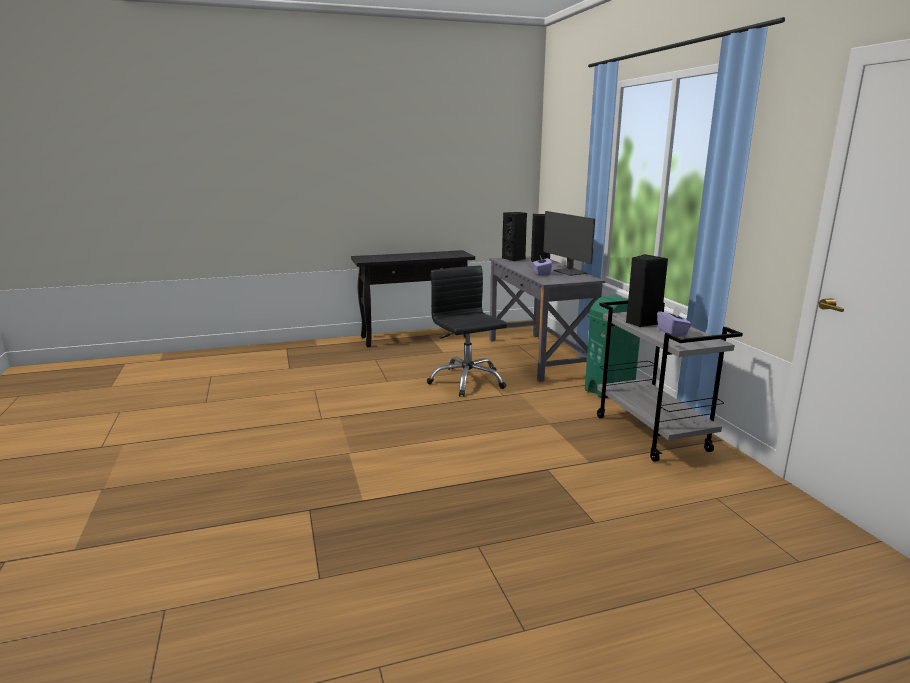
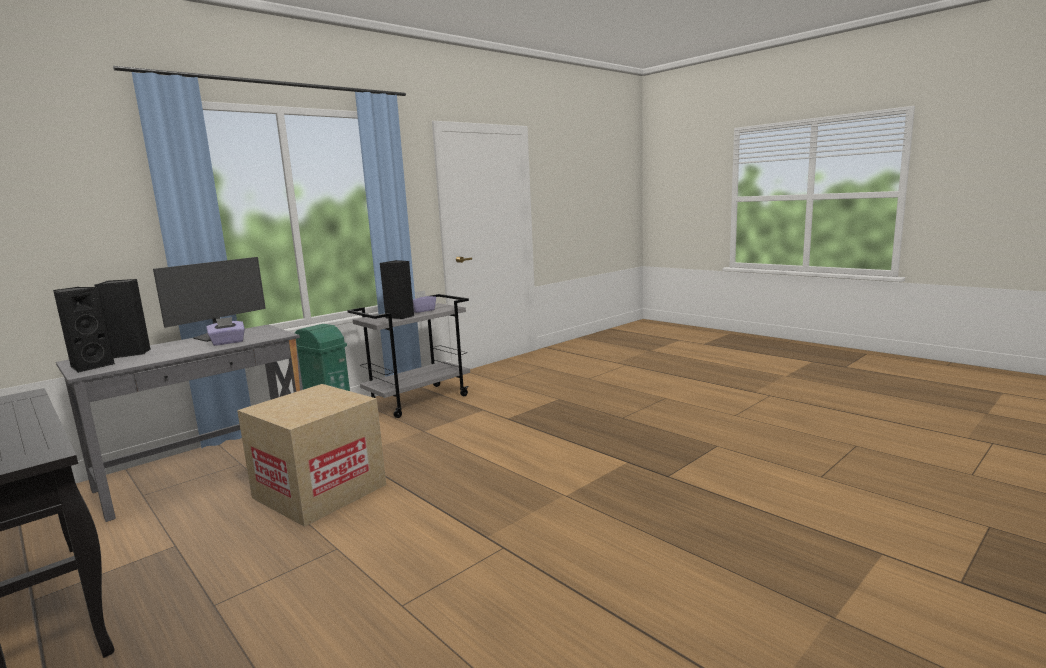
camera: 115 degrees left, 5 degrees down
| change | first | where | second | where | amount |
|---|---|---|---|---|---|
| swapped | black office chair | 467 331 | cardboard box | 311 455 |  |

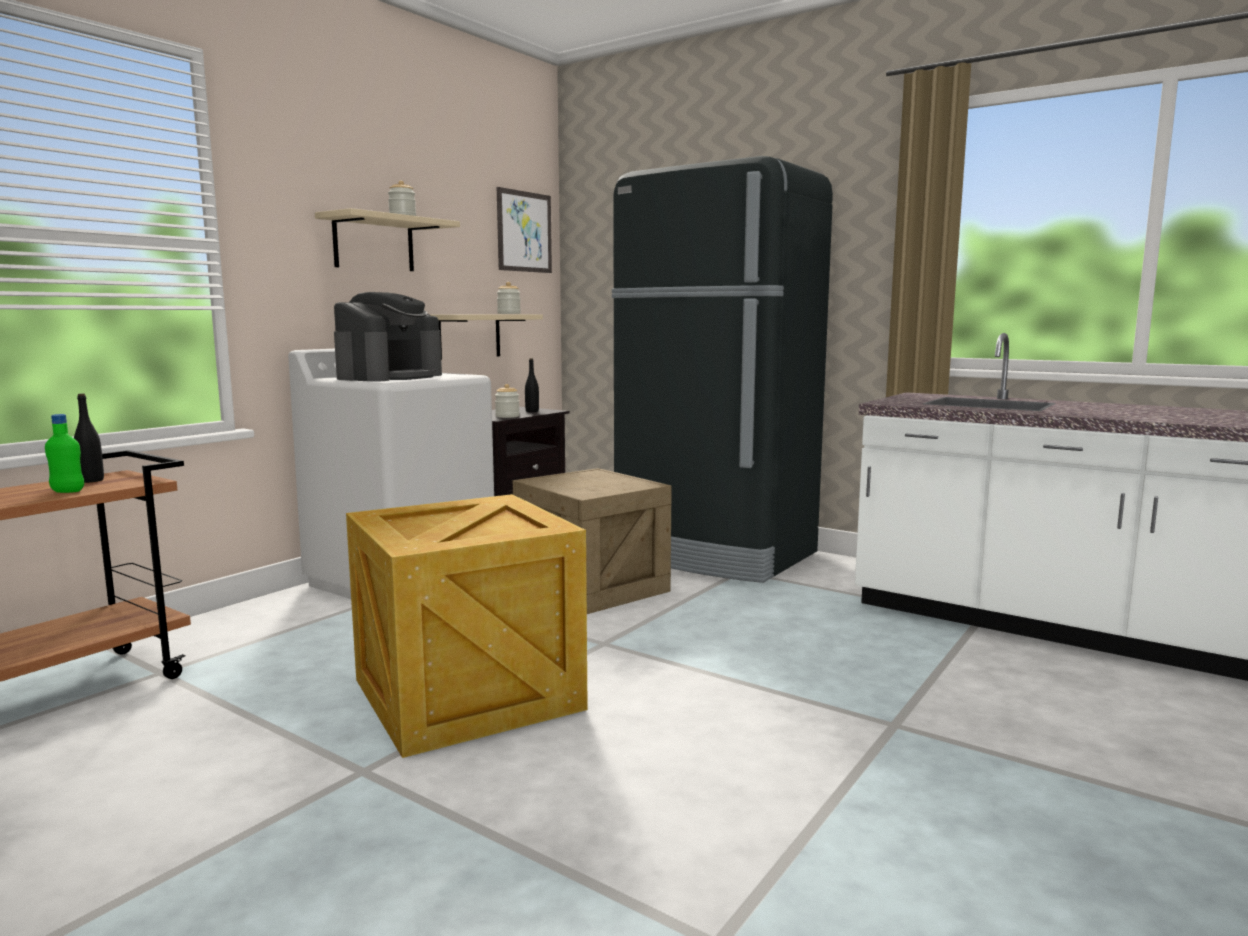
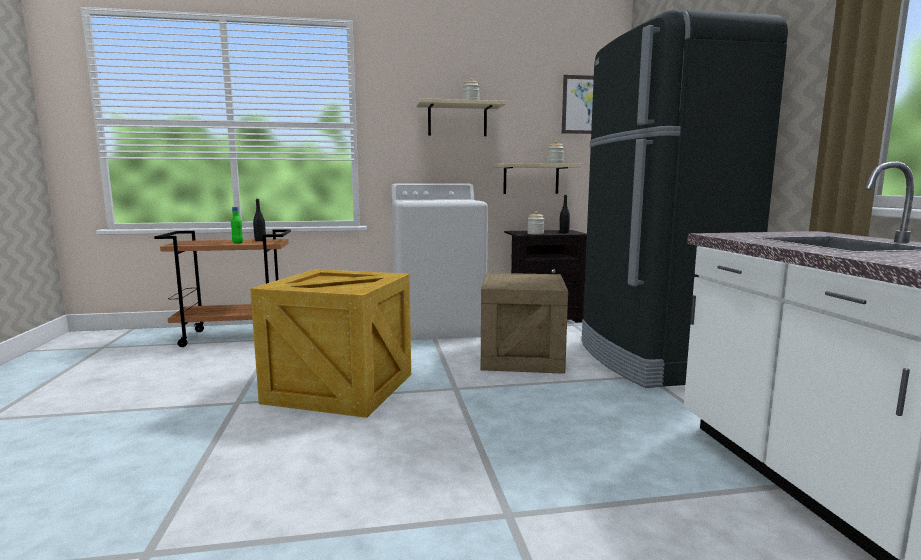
camera: 45 degrees right, 0 degrees up
| change | first | where | second | where | amount |
|---|---|---|---|---|---|
| gone | coffee machine | 388 337 |  |  |  |

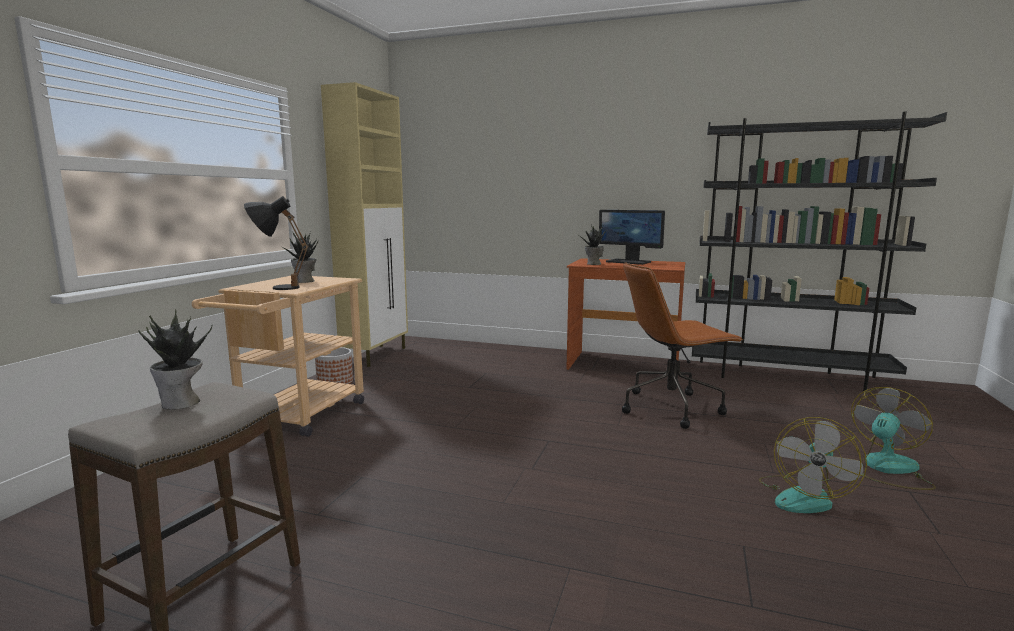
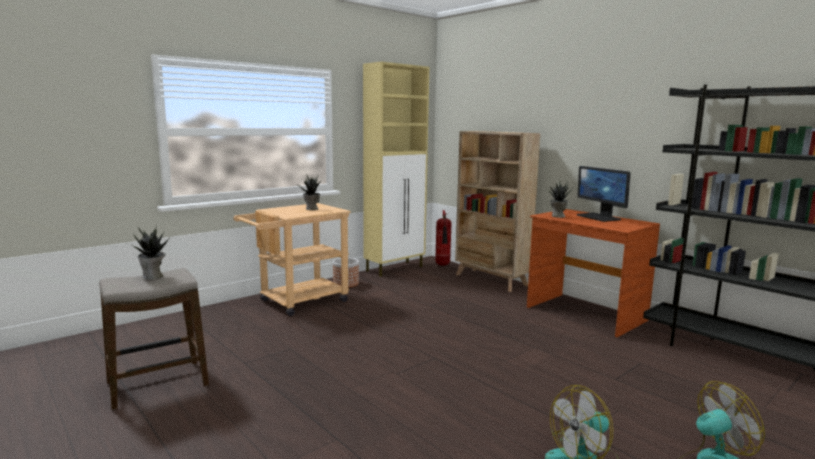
camera: 30 degrees right, 0 degrees up
| change | first | where | second | where | amount |
|---|---|---|---|---|---|
| gone | black table lamp | 276 243 |  |  |  |
| gone | brown office chair | 682 345 |  |  |  |
| new |  |  | beige bookcase | 498 211 |  |
| new |  |  | fire extinguisher | 443 237 |  |

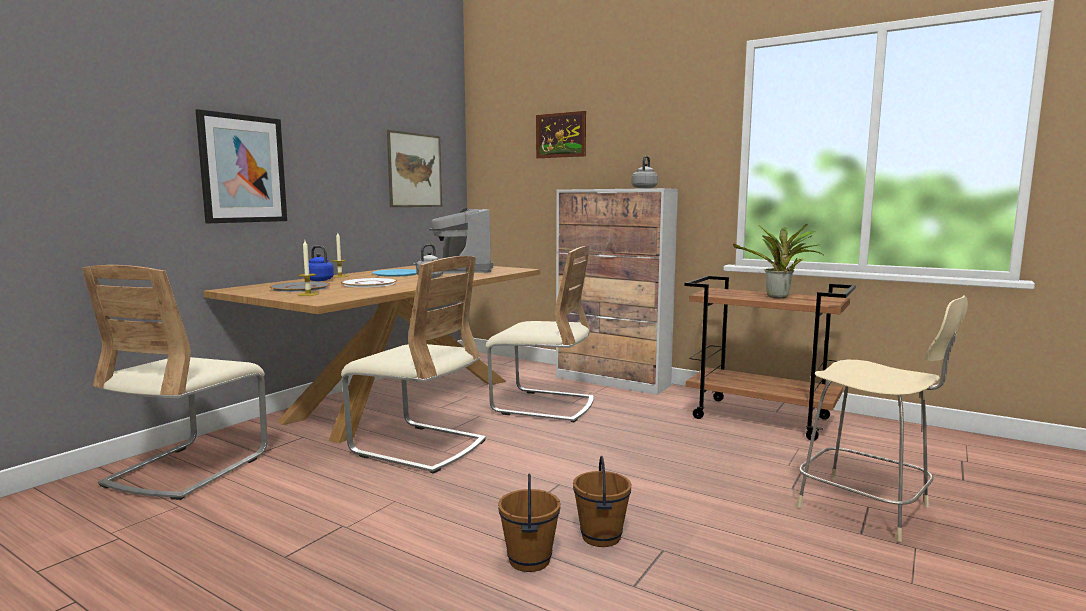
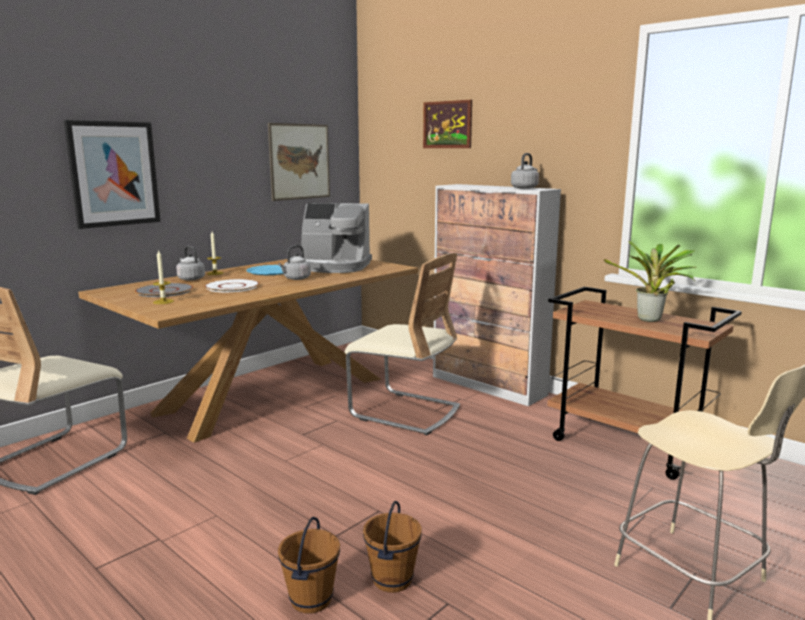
camera: 10 degrees right, 5 degrees up
| change | first | where | second | where | amount |
|---|---|---|---|---|---|
| rotated | coffee machine | 461 241 |  | 336 238 | 75 degrees counterclockwise |
| repainted | blue kettle | 319 263 | grey kettle | 190 263 |  |
| gone | beige chair | 413 365 |  |  |  |

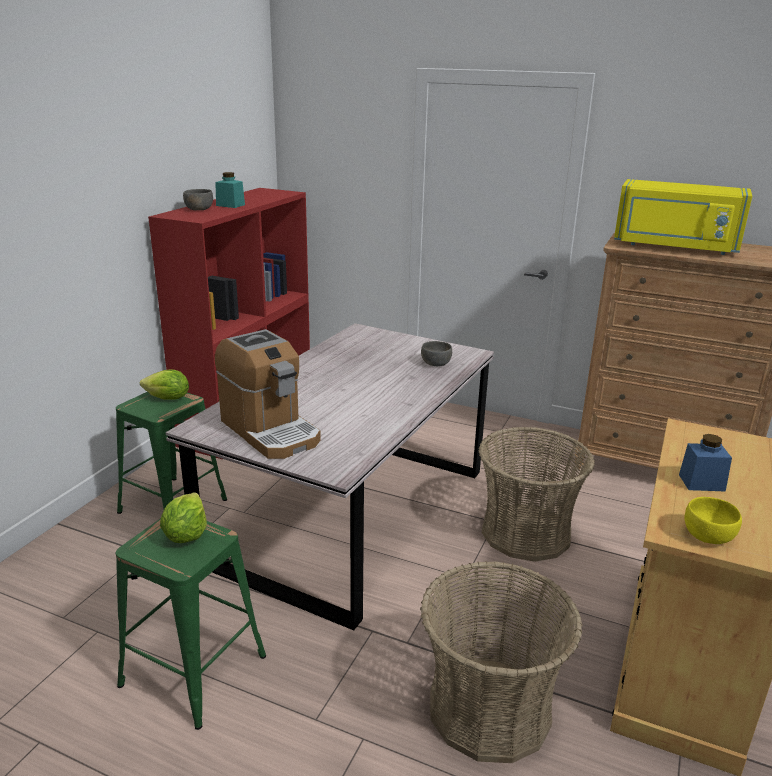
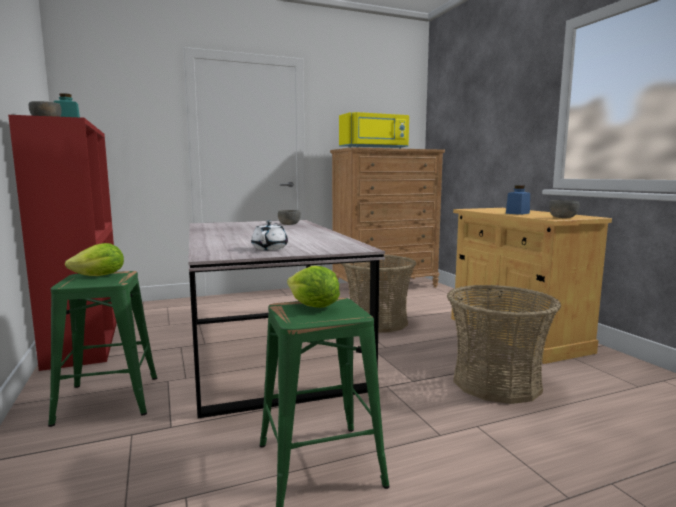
camera: 45 degrees left, 15 degrees down
| change | first | where | second | where | amount |
|---|---|---|---|---|---|
| swapped | coffee machine | 268 394 | white teapot | 269 235 |  |
| repainted | yellow bowl | 713 520 | grey bowl | 564 209 |  |

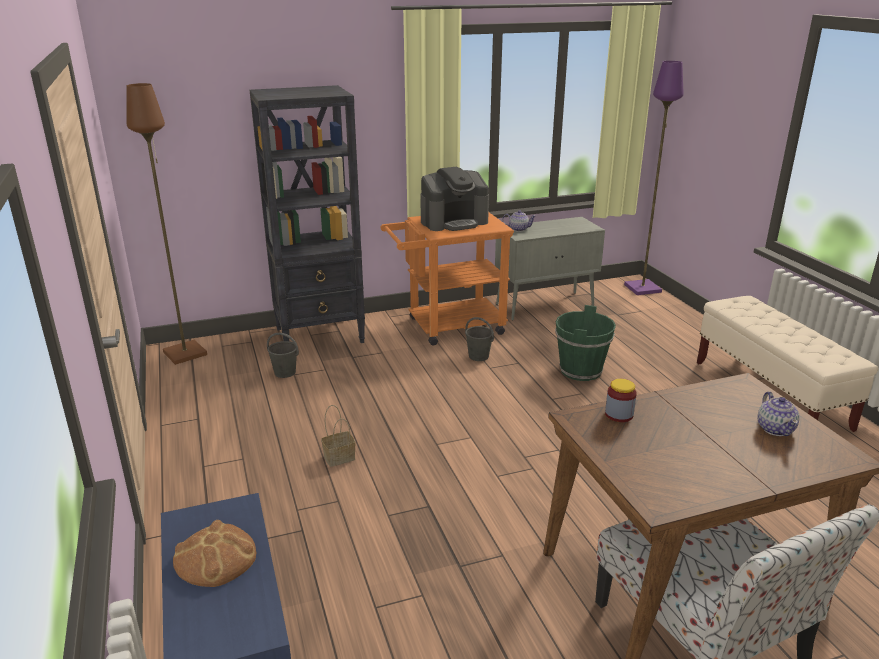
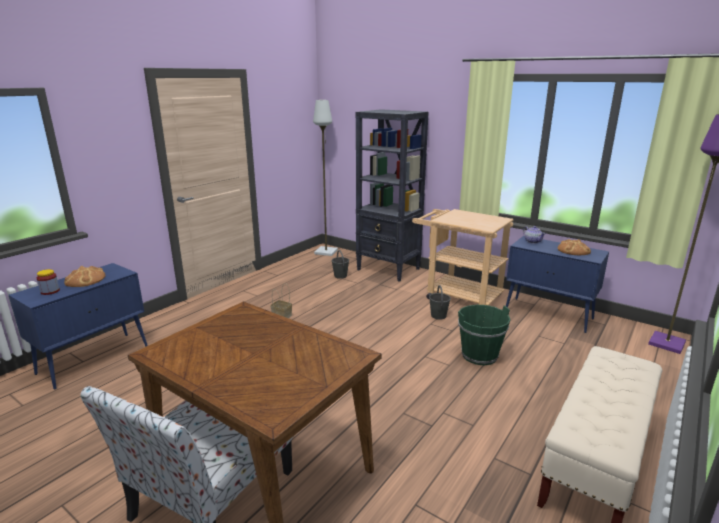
camera: 55 degrees right, 5 degrees down
| change | first | where | second | where | amount |
|---|---|---|---|---|---|
| repainted | brown floor lamp | 167 224 | grey floor lamp | 325 178 |  |
| gone | coffee machine | 454 199 |  |  |  |
| repainted | orange cart | 447 279 | beige cart | 462 257 |  |
| repainted | grey cabinet | 550 269 | blue cabinet | 557 284 |  |
| shifted | jar | 621 400 |  | 48 282 |  |
| gone | teapot | 778 414 |  |  |  |
| new |  |  | bread | 574 247 |  |

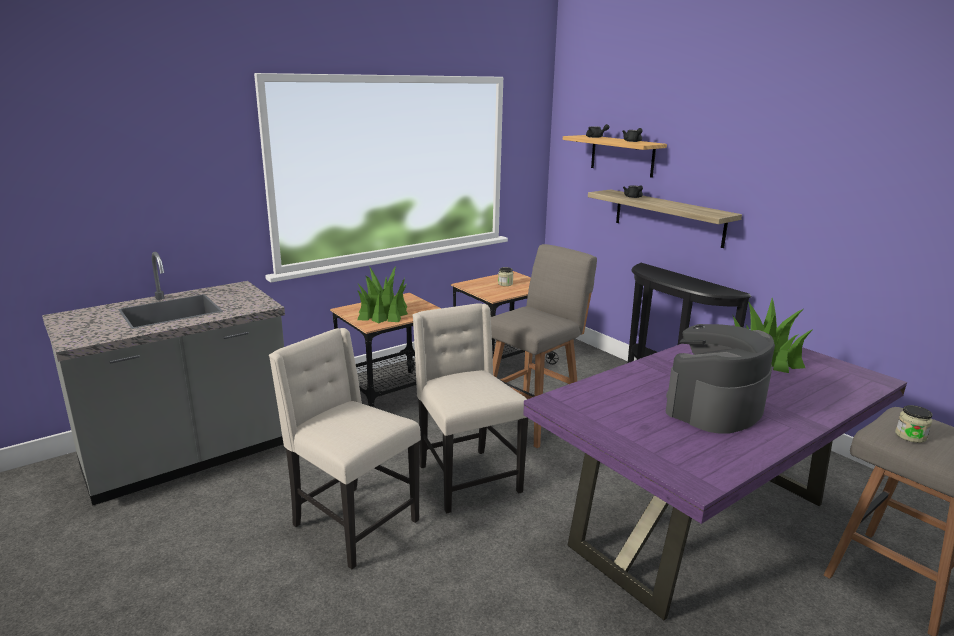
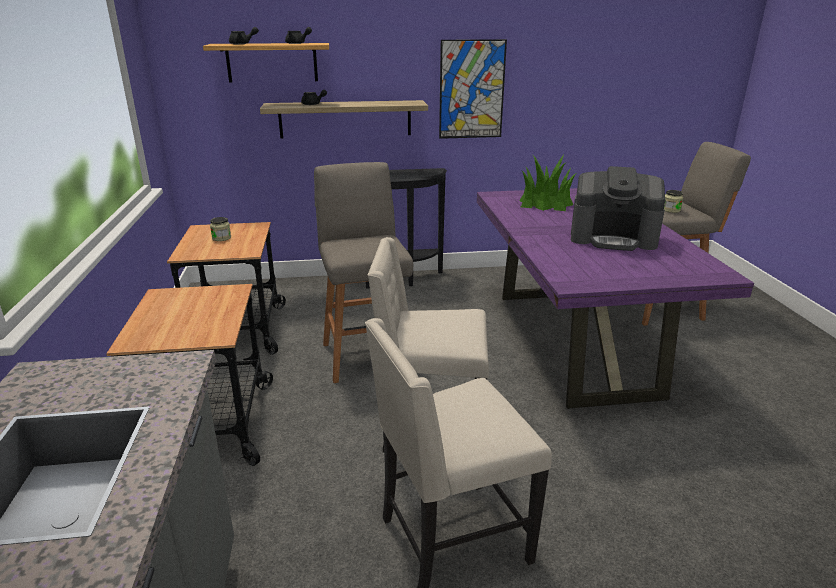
camera: 60 degrees left, 5 degrees up
| change | first | where | second | where | amount |
|---|---|---|---|---|---|
| gone | potted plant | 382 295 |  |  |  |
| rotated | coffee machine | 720 379 |  | 618 208 | 60 degrees counterclockwise |
| new |  |  | picture | 473 89 |  |

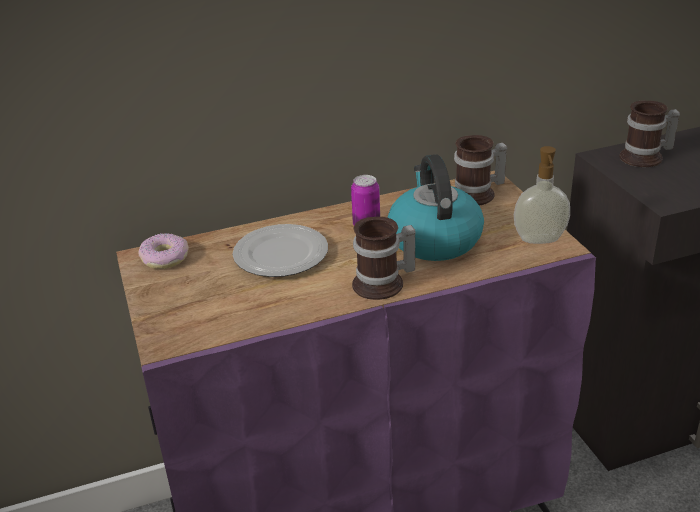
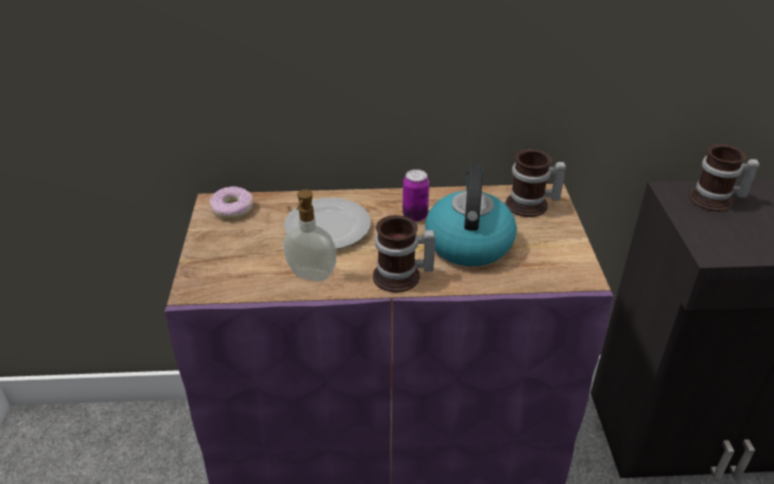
camera: 15 degrees right, 5 degrees up
| change | first | where | second | where | amount |
|---|---|---|---|---|---|
| shifted | soap dispenser | 542 195 |  | 310 235 |  |

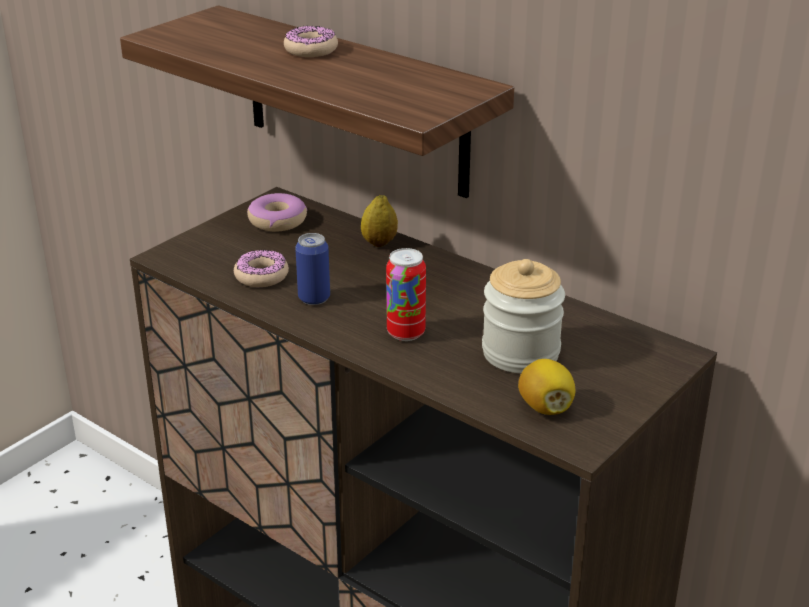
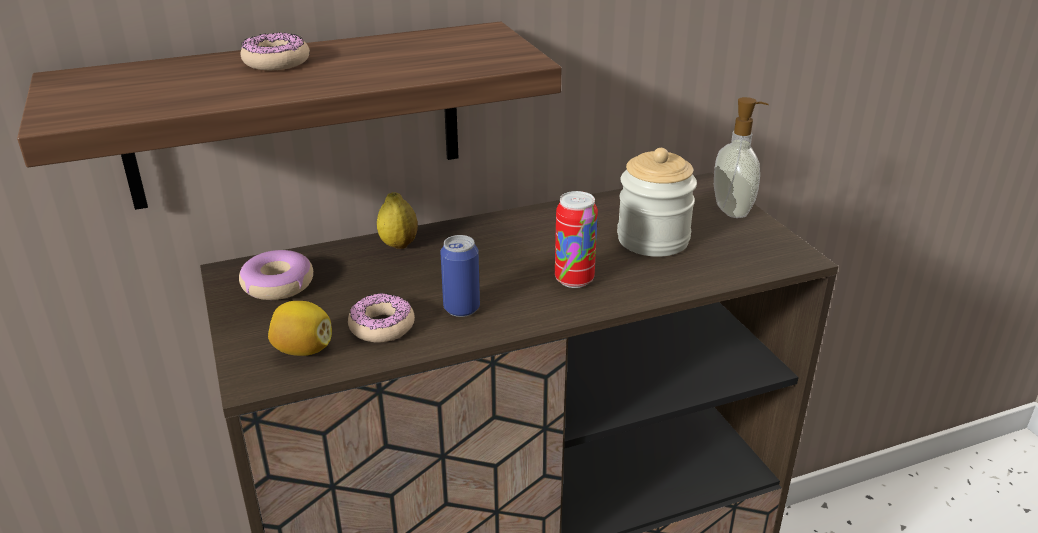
camera: 60 degrees left, 0 degrees up
| change | first | where | second | where | amount |
|---|---|---|---|---|---|
| shifted | lemon | 546 387 |  | 300 328 |  |
| new |  |  | soap dispenser | 741 157 |  |

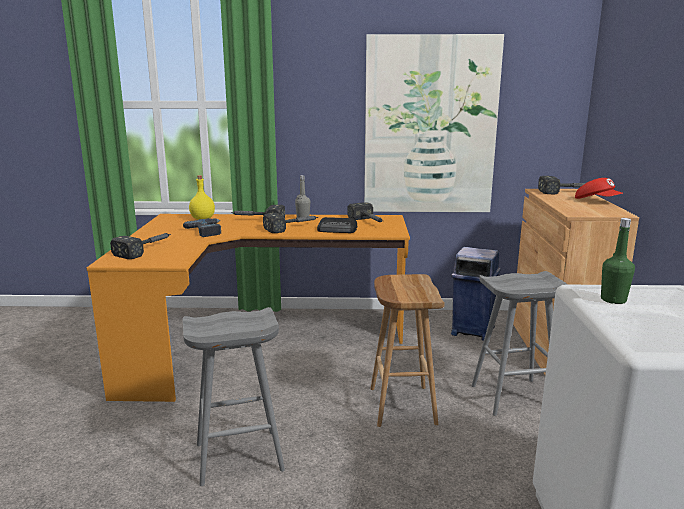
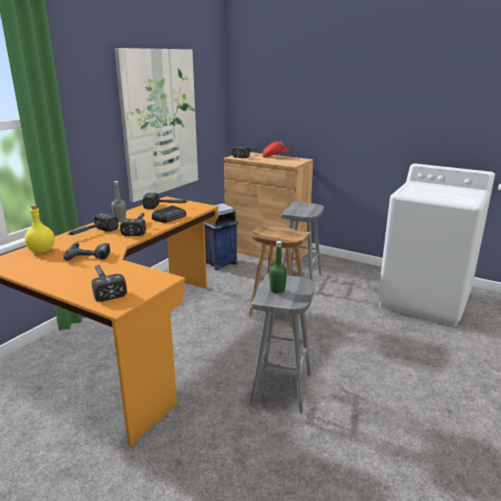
camera: 60 degrees left, 5 degrees up
| change | first | where | second | where | amount |
|---|---|---|---|---|---|
| shifted | green bottle | 618 261 |  | 278 267 |  |

